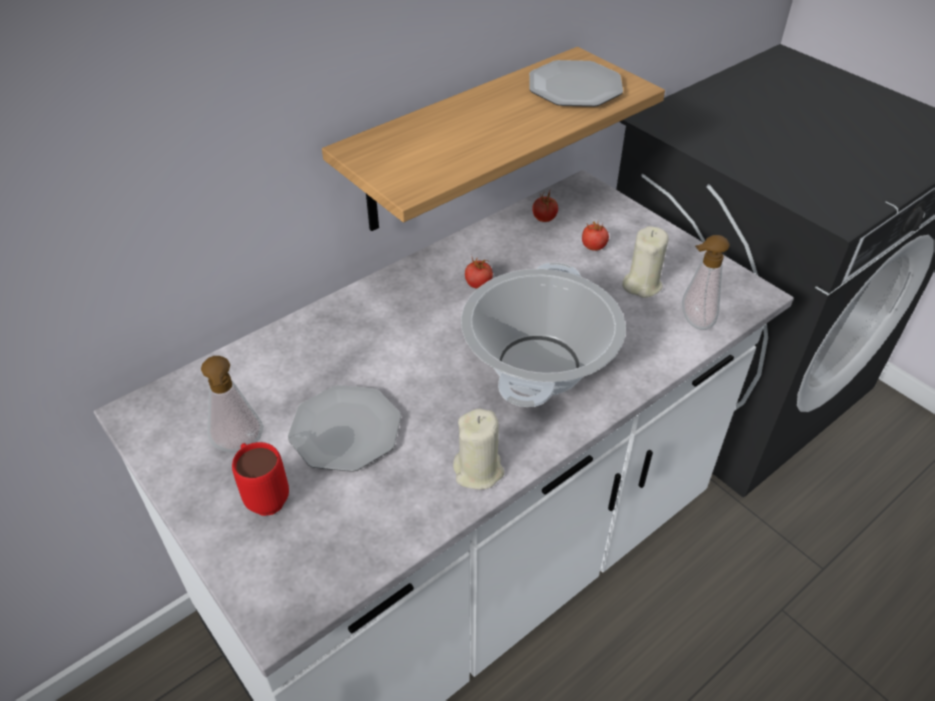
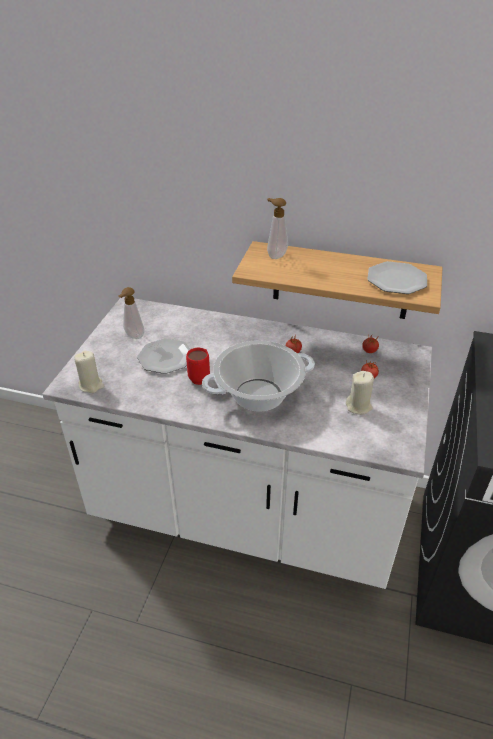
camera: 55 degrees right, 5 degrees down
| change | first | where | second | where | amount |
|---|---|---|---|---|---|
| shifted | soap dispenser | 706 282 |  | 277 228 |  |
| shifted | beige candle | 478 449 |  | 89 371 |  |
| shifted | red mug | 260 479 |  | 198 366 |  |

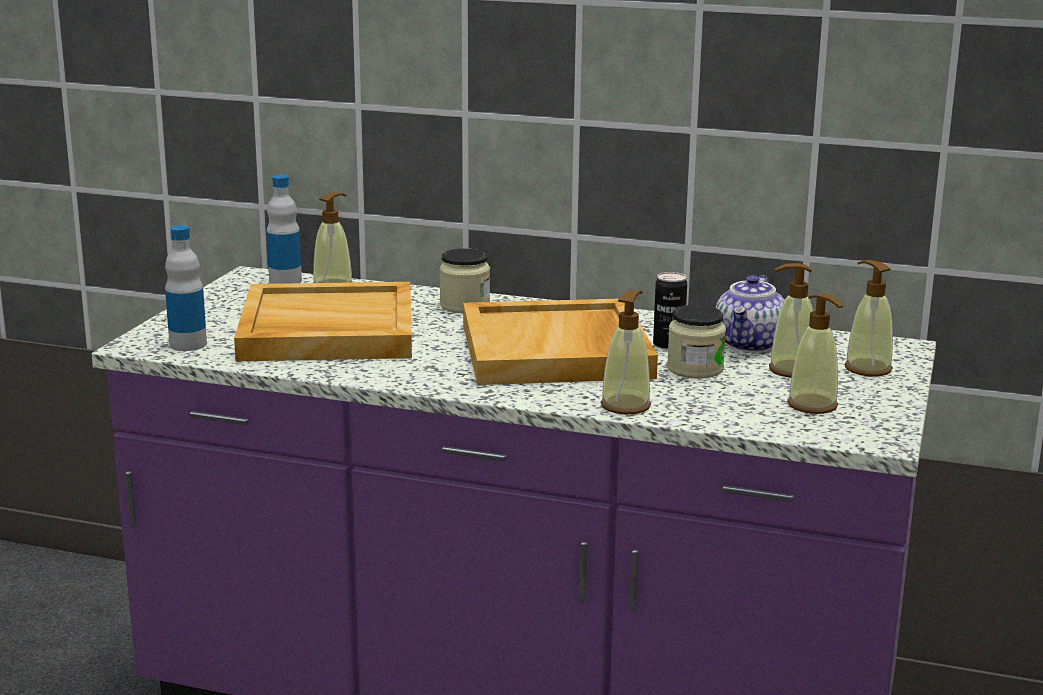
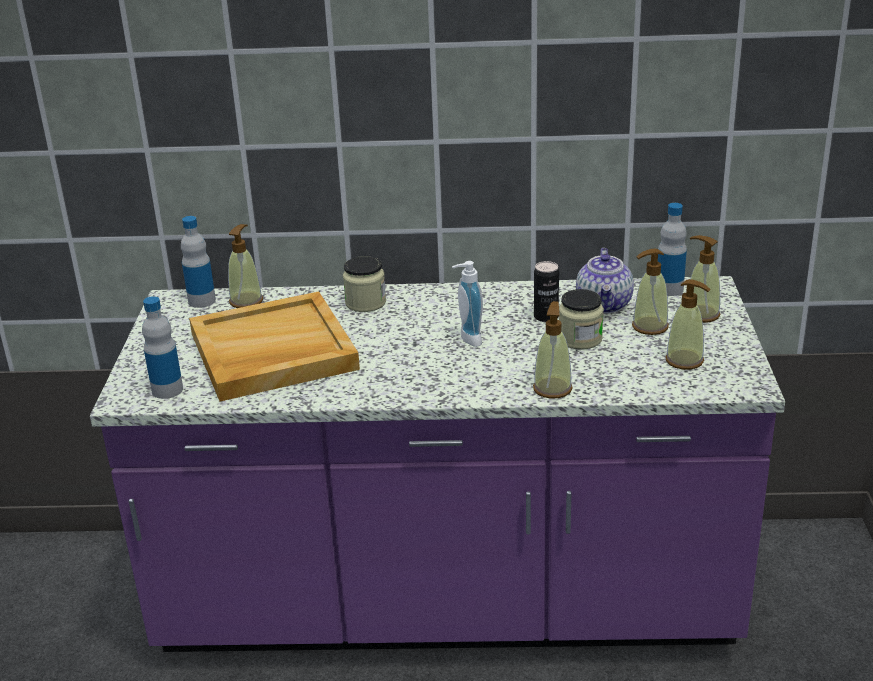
camera: 15 degrees left, 10 degrees up
| change | first | where | second | where | amount |
|---|---|---|---|---|---|
| swapped | beige tray | 560 342 | soap dispenser | 467 304 |  |
| new |  |  | bottle | 672 249 |  |

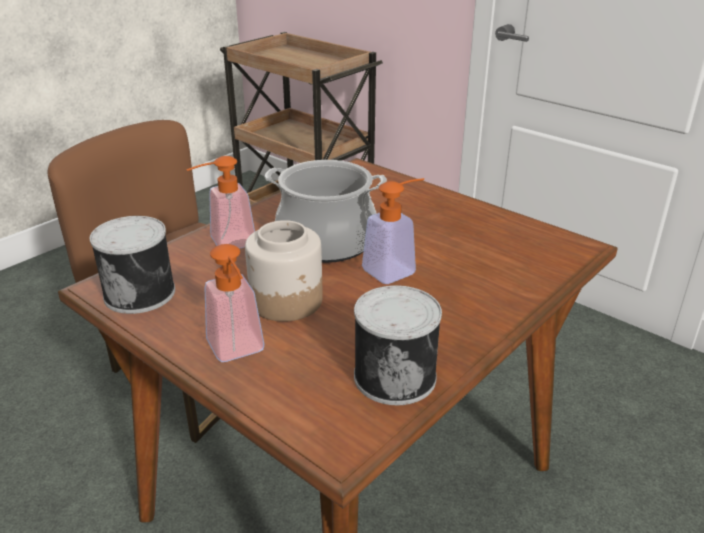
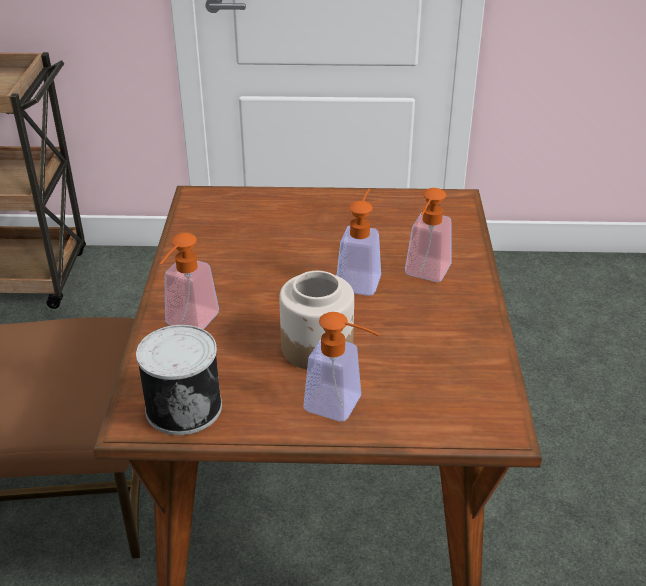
camera: 40 degrees left, 5 degrees up
| change | first | where | second | where | amount |
|---|---|---|---|---|---|
| gone | cooking pot | 326 211 |  |  |  |
| gone | can | 398 345 |  |  |  |
| new |  |  | soap dispenser | 428 235 |  |

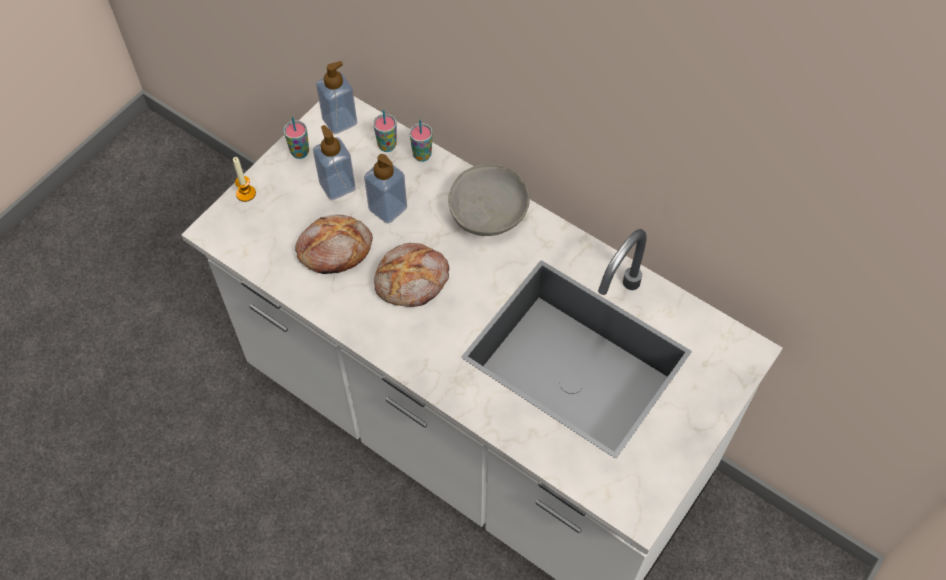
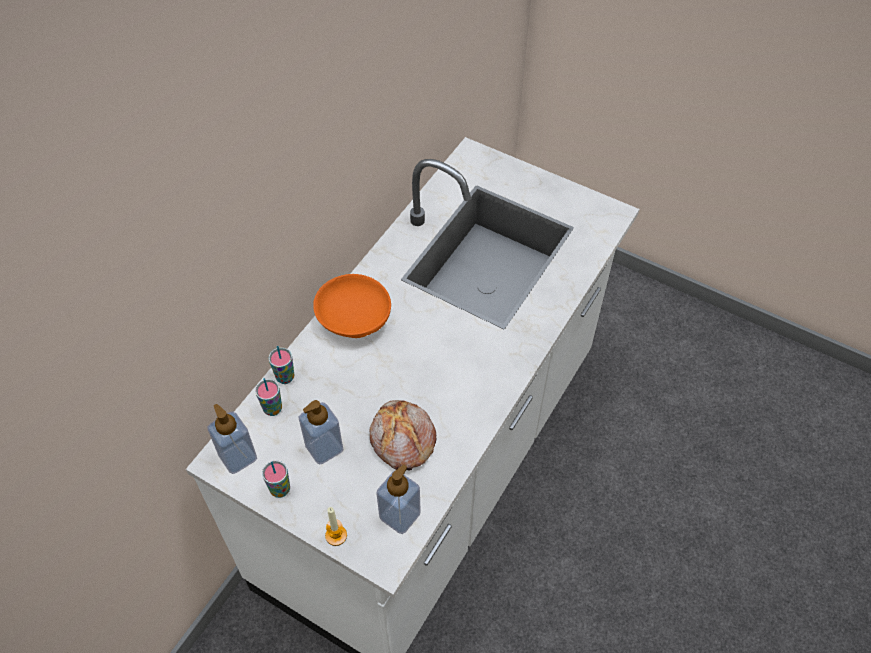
camera: 95 degrees left, 5 degrees down
| change | first | where | second | where | amount |
|---|---|---|---|---|---|
| shifted | soap dispenser | 385 188 |  | 398 499 |  |
| repainted | grey bowl | 489 200 | orange bowl | 352 306 |  |
| gone | bread | 411 275 |  |  |  |

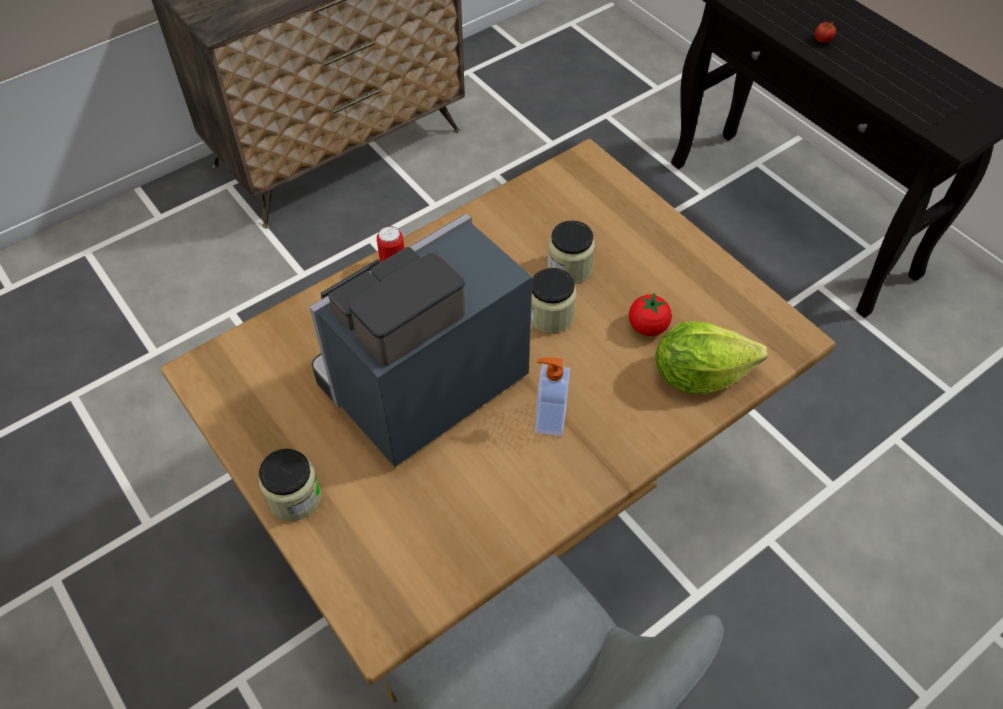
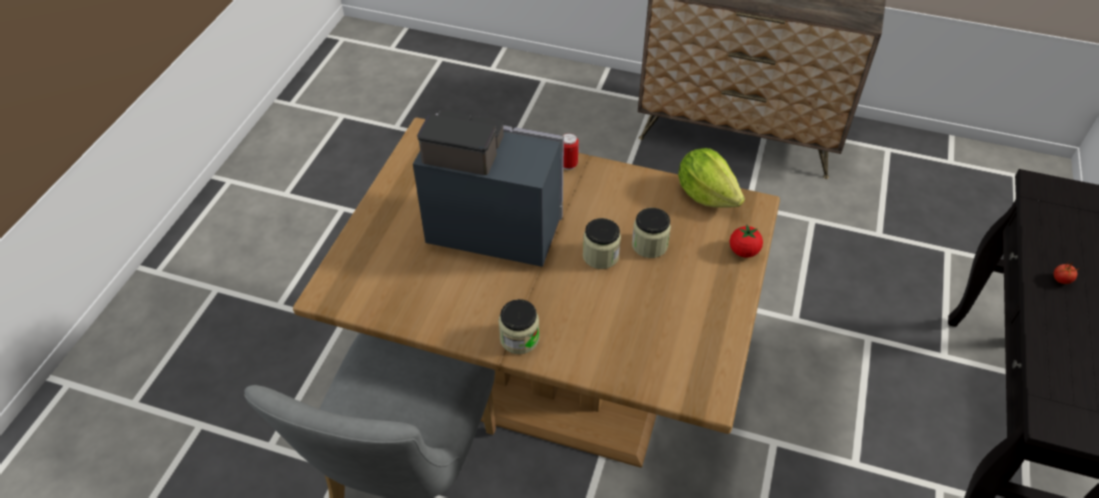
camera: 55 degrees right, 5 degrees down
| change | first | where | second | where | amount |
|---|---|---|---|---|---|
| shifted | tomato | 650 314 |  | 746 241 |  |
| shifted | lettuce | 712 357 |  | 711 177 |  |
| gone | soap dispenser | 552 396 |  |  |  |
| shifted | jar | 290 485 |  | 518 326 |  |

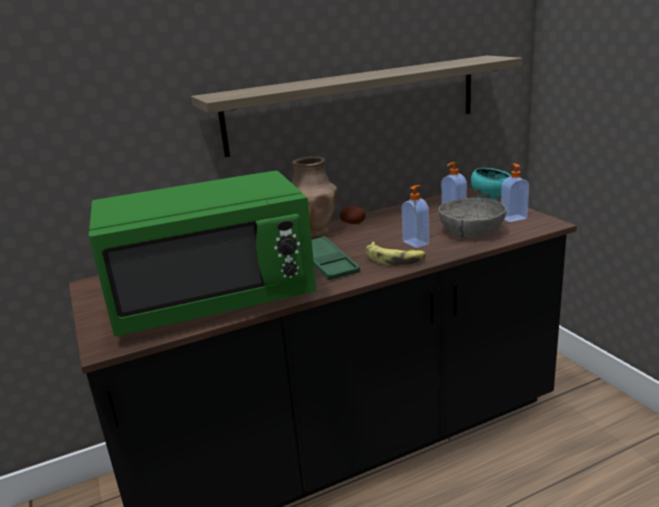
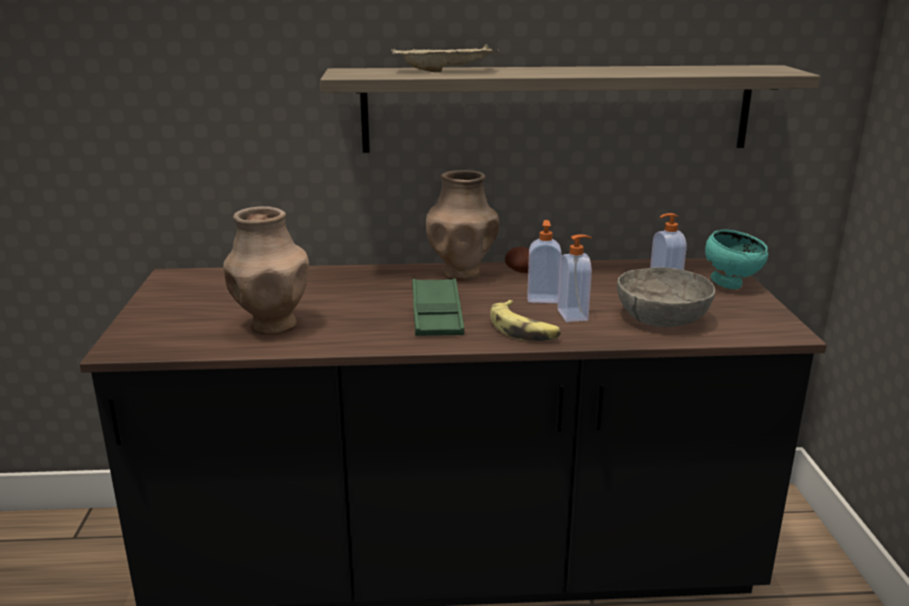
camera: 20 degrees right, 0 degrees up
| change | first | where | second | where | amount |
|---|---|---|---|---|---|
| shifted | soap dispenser | 515 192 |  | 544 261 |  |
| swapped | green microwave | 202 253 | brown vase | 266 270 |  |
| new |  |  | beige tray | 445 58 |  |

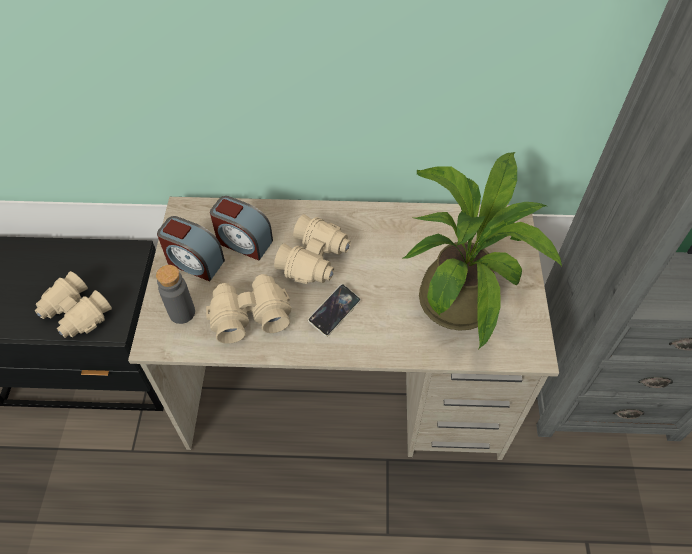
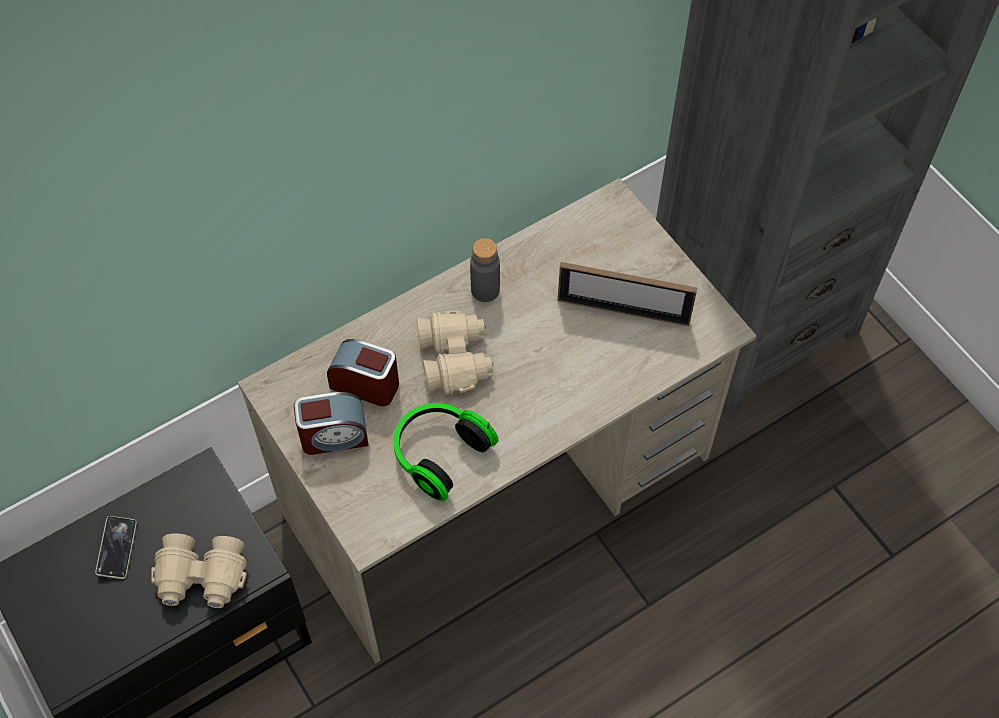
camera: 35 degrees left, 5 degrees up
| change | first | where | second | where | amount |
|---|---|---|---|---|---|
| swapped | potted plant | 482 250 | picture frame | 627 294 |  |
| rotated | alarm clock | 241 228 |  | 363 373 | 150 degrees counterclockwise |
| shifted | grey bottle | 175 294 |  | 485 270 |  |
| swapped | beige binoculars | 248 309 | headphones | 446 452 |  |
| shifted | phone | 334 310 |  | 116 547 |  |

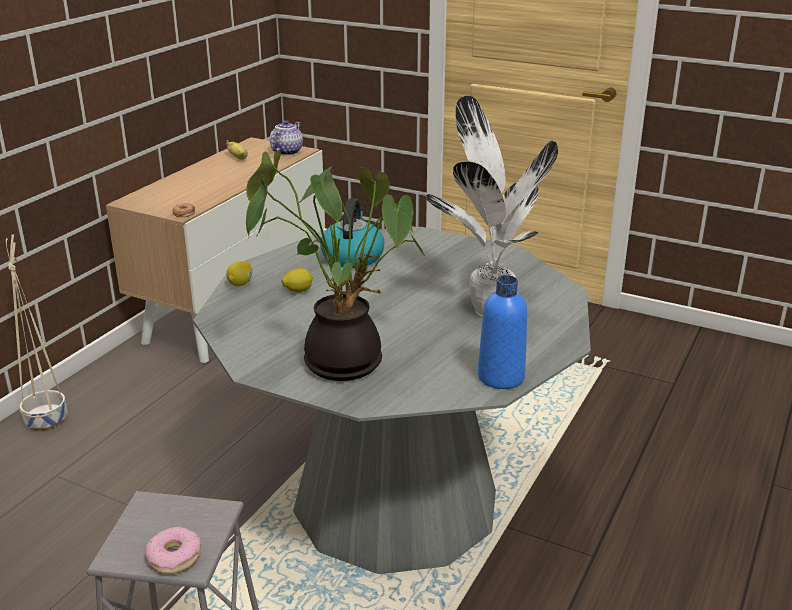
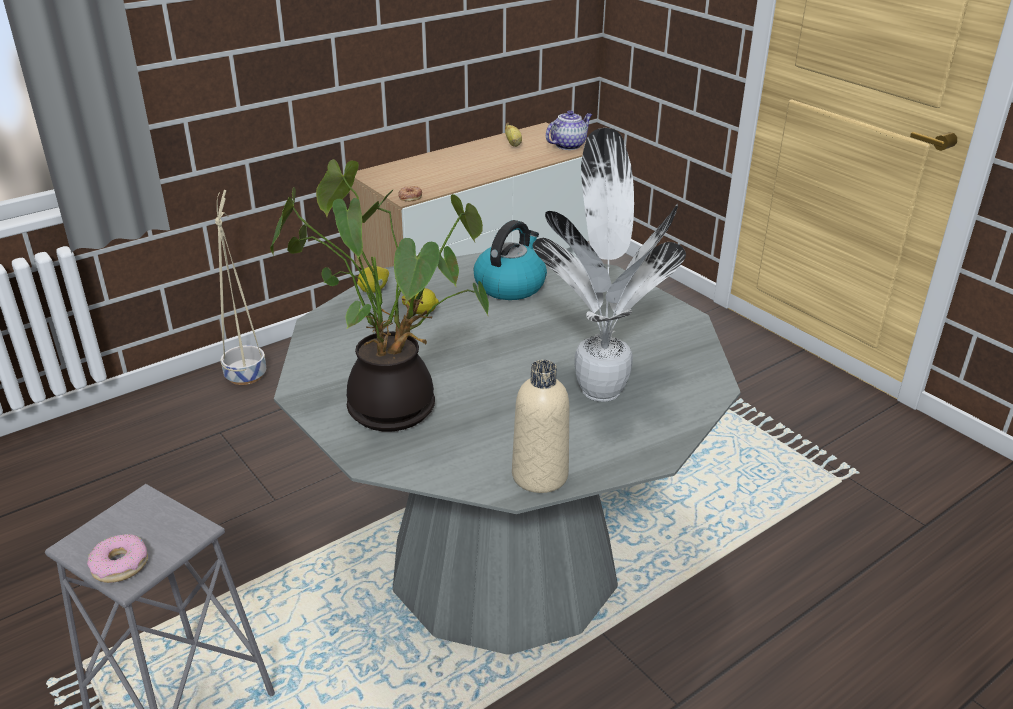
camera: 25 degrees right, 5 degrees up
| change | first | where | second | where | amount |
|---|---|---|---|---|---|
| repainted | blue bottle | 502 332 | beige bottle | 540 426 |  |

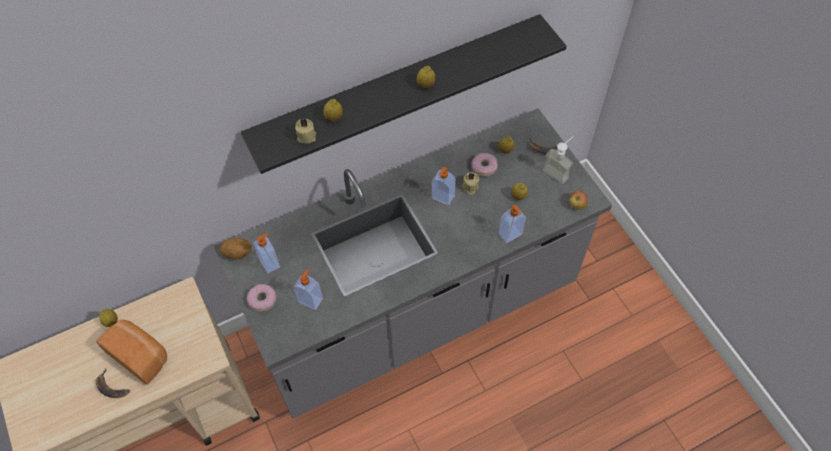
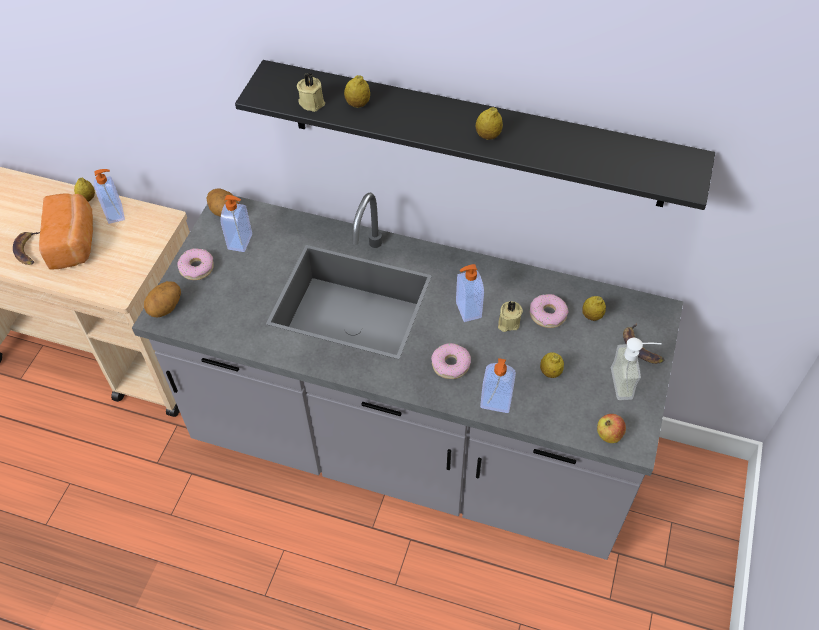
camera: 45 degrees right, 5 degrees down
| change | first | where | second | where | amount |
|---|---|---|---|---|---|
| shifted | soap dispenser | 308 289 |  | 109 196 |  |
| new |  |  | potato | 162 299 |  |
| new |  |  | donut | 451 361 |  |

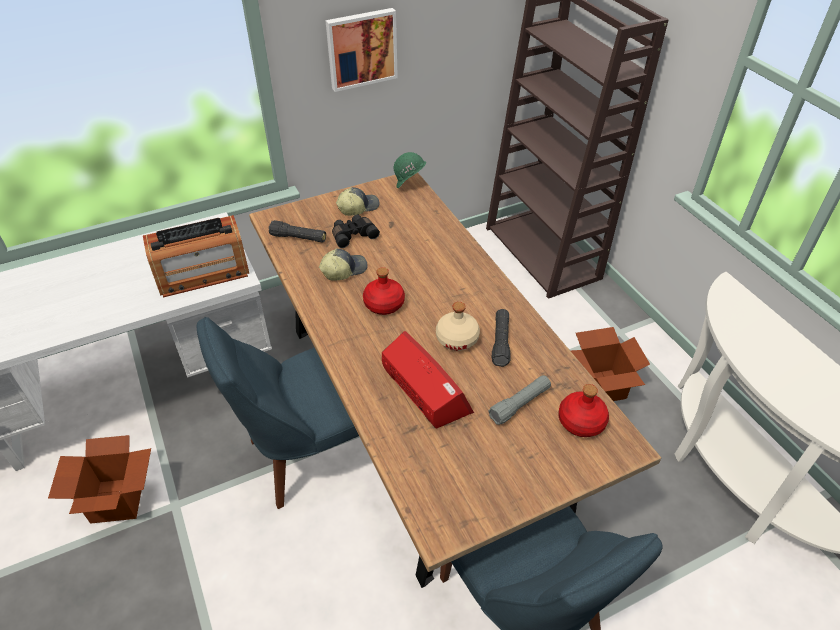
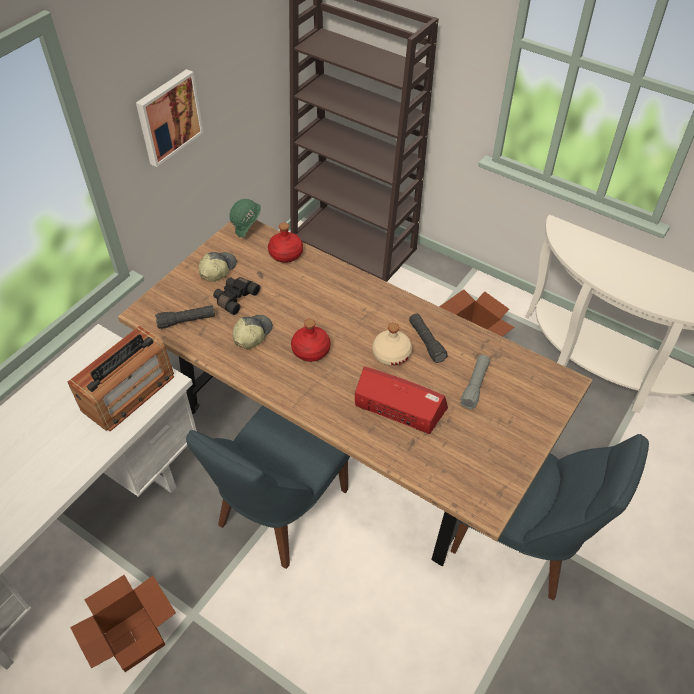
camera: 30 degrees left, 5 degrees up
| change | first | where | second | where | amount |
|---|---|---|---|---|---|
| shifted | red bottle | 583 410 |  | 285 243 |  |

